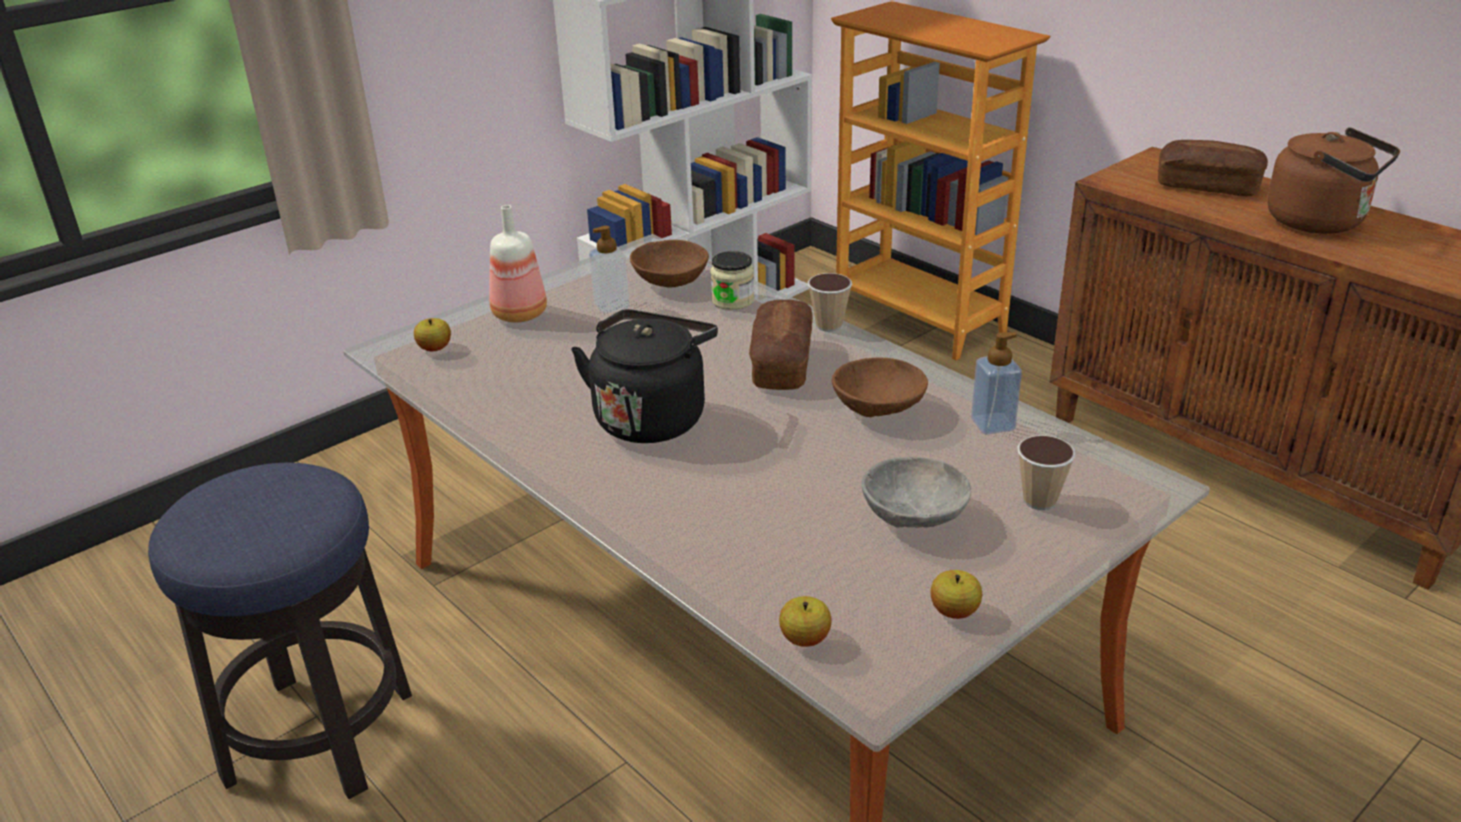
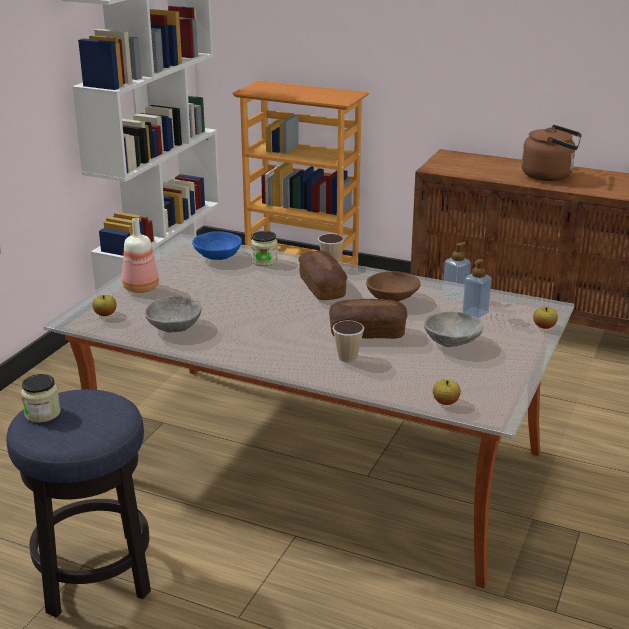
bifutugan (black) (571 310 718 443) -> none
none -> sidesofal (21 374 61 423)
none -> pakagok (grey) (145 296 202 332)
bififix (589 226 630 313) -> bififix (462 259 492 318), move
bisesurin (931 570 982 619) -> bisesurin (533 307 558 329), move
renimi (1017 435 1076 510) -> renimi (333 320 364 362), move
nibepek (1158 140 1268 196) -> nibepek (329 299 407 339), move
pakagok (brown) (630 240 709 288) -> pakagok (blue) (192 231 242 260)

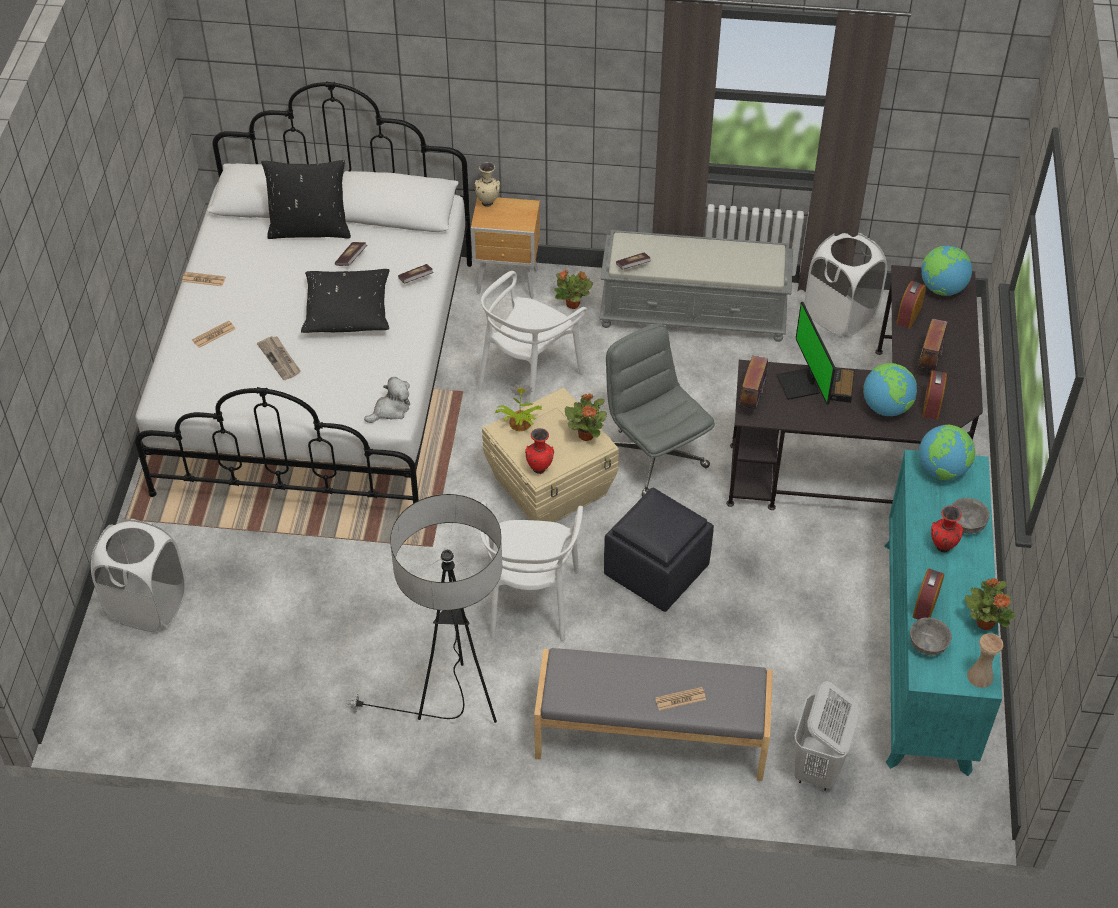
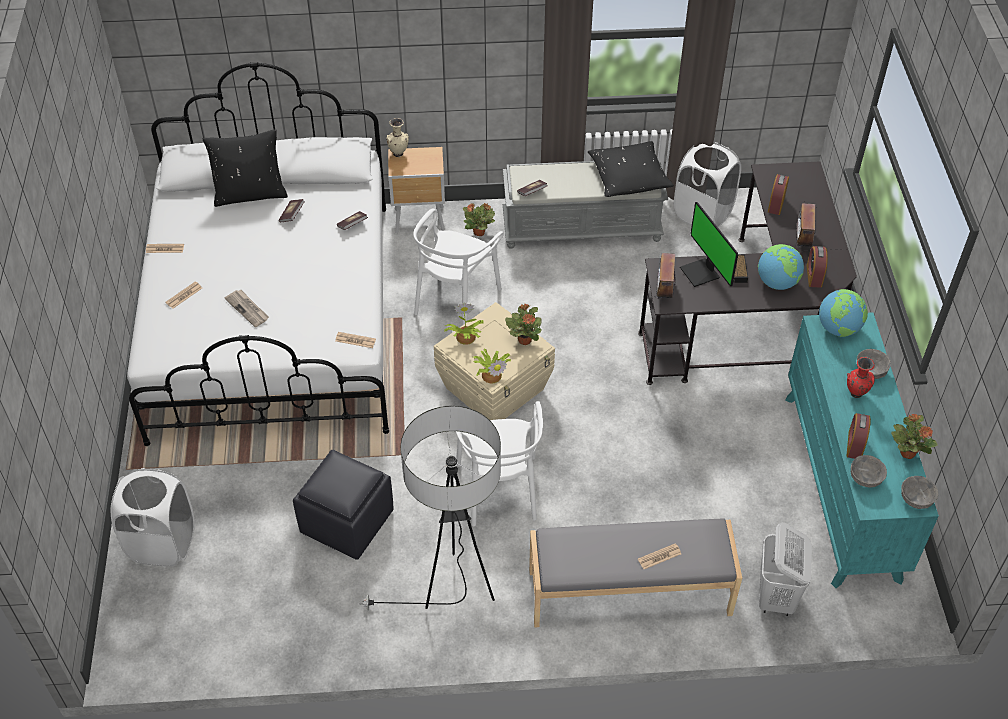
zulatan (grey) (606 323 715 497) -> none
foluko (921 246 972 296) -> none
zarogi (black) (301 269 389 333) -> zarogi (black) (588 141 674 197), move
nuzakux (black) (604 488 714 612) -> nuzakux (black) (293 450 394 560), move
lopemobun (364 377 410 423) -> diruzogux (336 332 376 348)
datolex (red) (525 428 554 474) -> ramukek (473 349 512 383)
datolex (beige) (967 633 1003 688) -> pakagok (grey) (901 476 938 509)

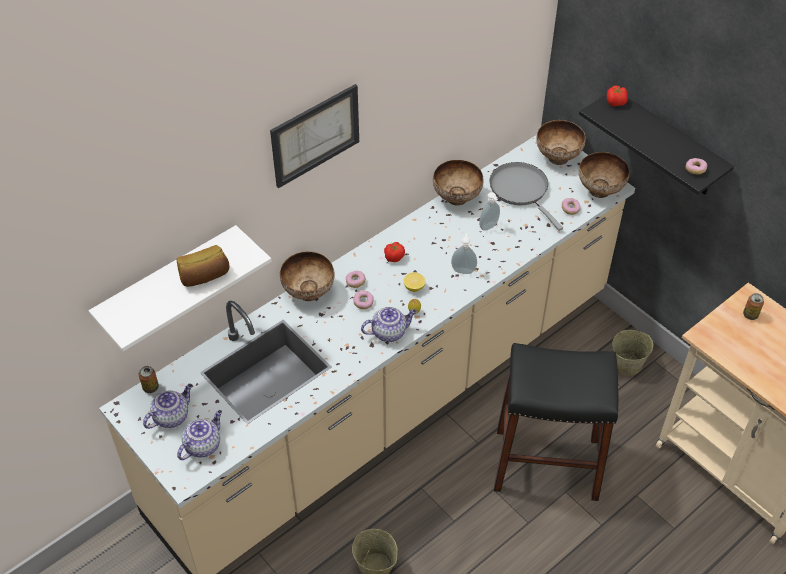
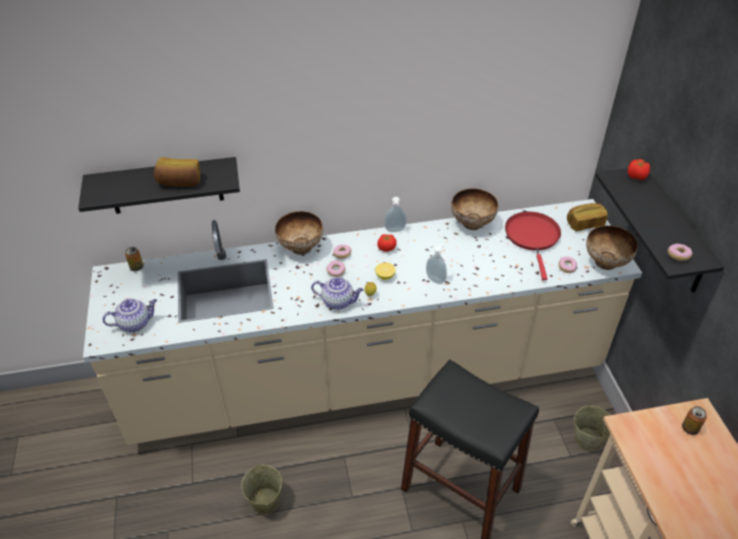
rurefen (143 384 192 429) -> none
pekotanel (270 84 359 188) -> none
bififix (479 192 500 231) -> bififix (384 197 407 232), move
pakagok (536 120 586 165) -> nibepek (567 203 608 231)
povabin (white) (89 225 272 352) -> povabin (black) (78 157 240 214)
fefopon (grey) (490 162 563 231) -> fefopon (red) (505 212 561 280)

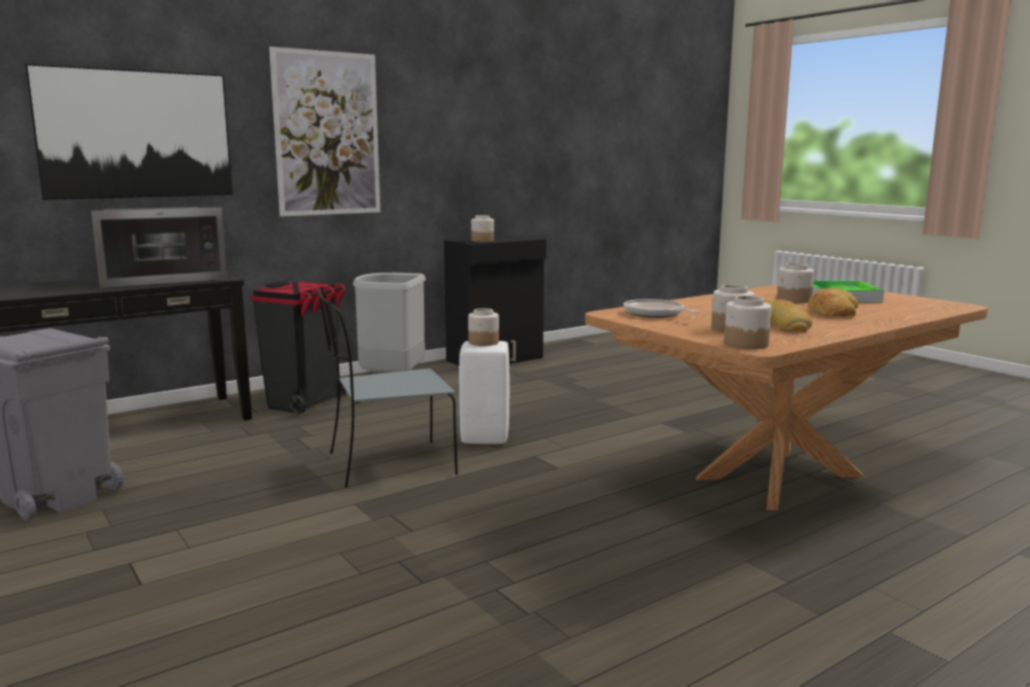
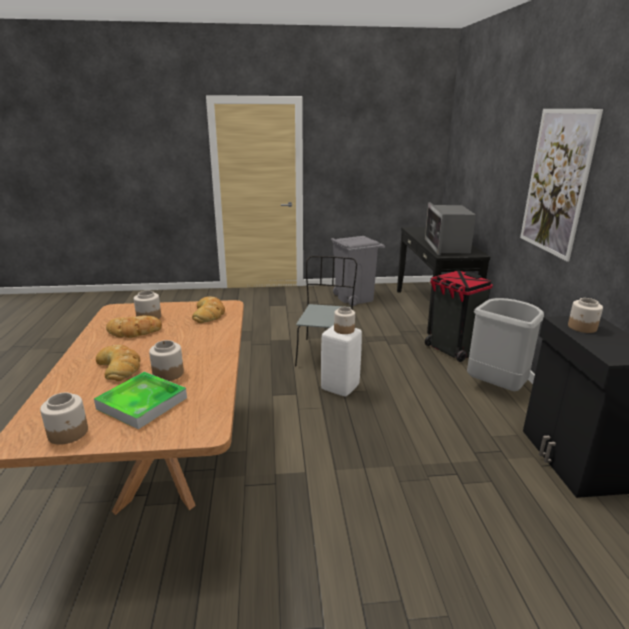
pekotanel (25 64 233 200) -> none
sidesofal (724 296 772 349) -> sidesofal (40 393 88 445), move
fefopon (624 299 699 318) -> nibepek (192 297 225 323)

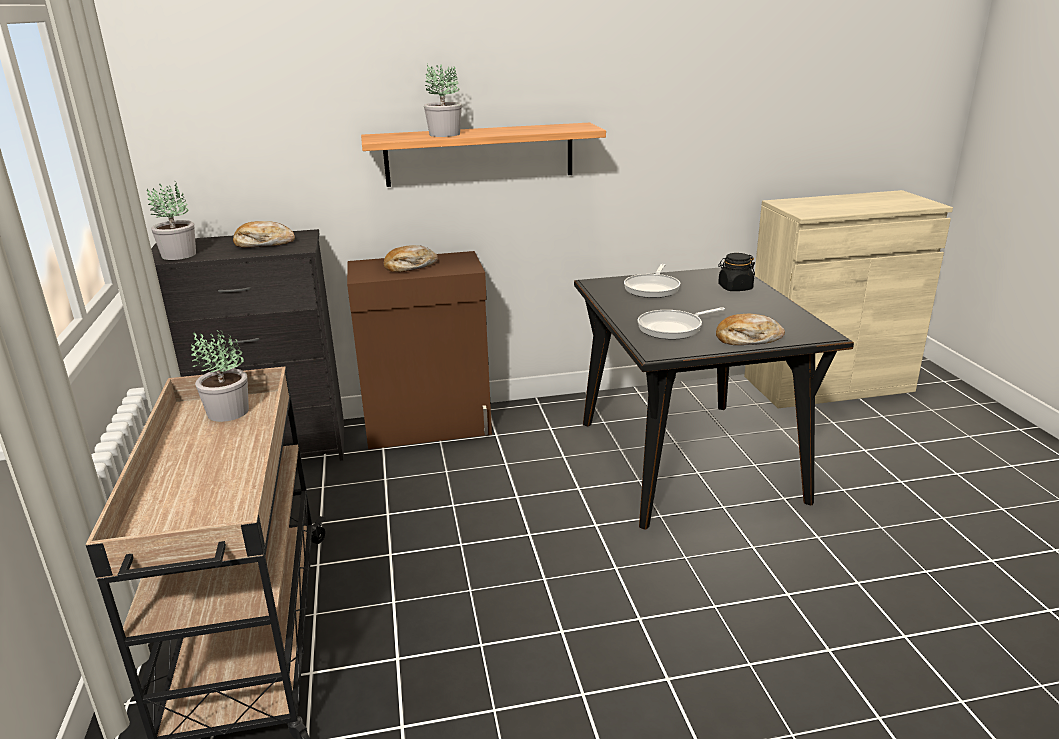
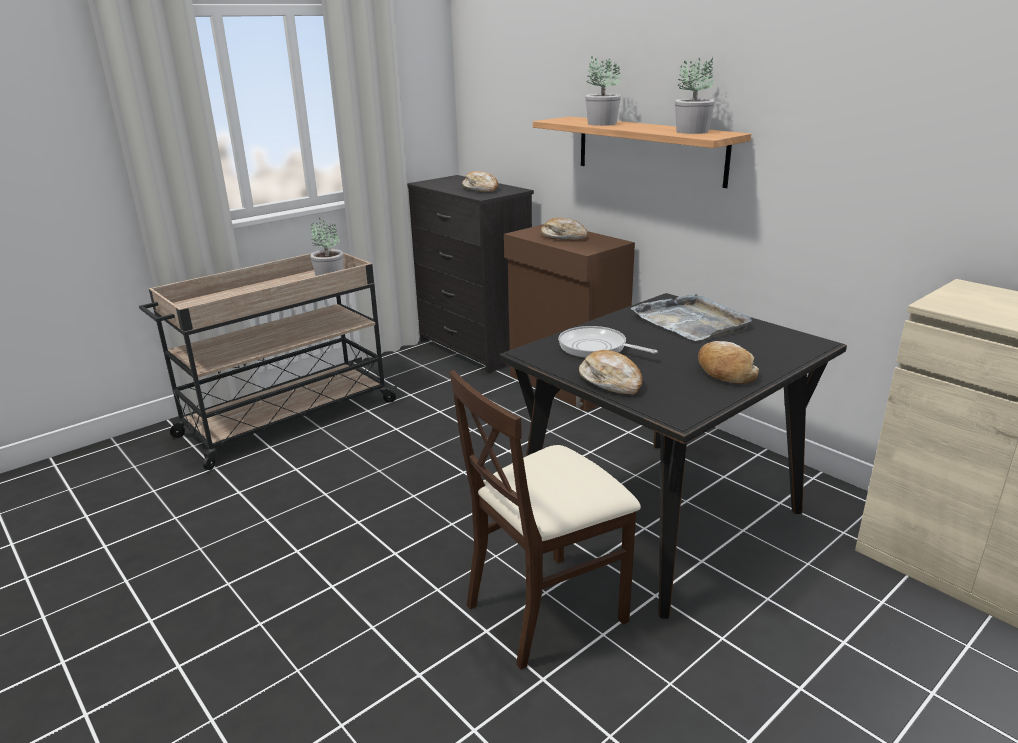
sidesofal (black) (718 253 755 291) -> none
none -> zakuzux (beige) (449 370 641 670)
none -> nibepek (698 341 759 384)
ramukek (147 181 196 260) -> ramukek (675 57 715 134), move
fefopon (624 264 680 298) -> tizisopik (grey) (631 293 752 341)

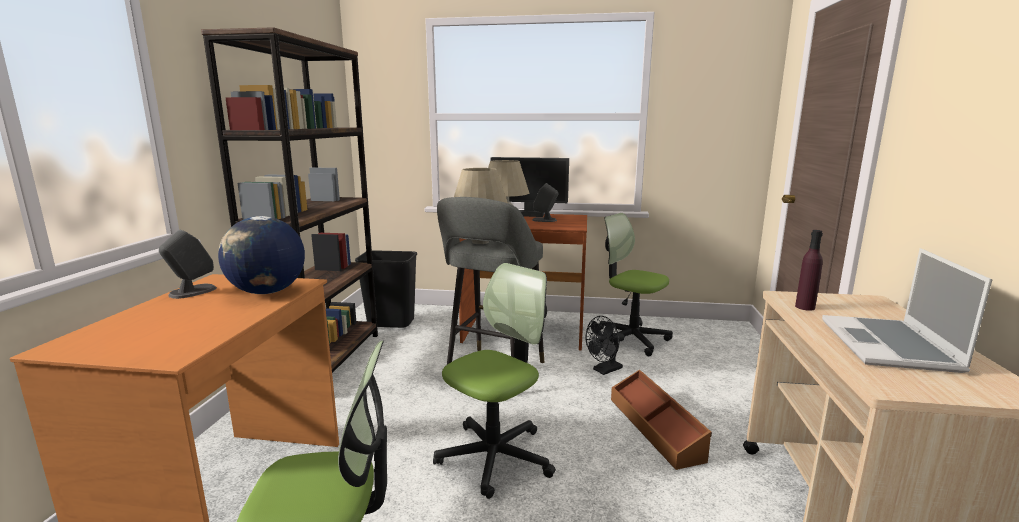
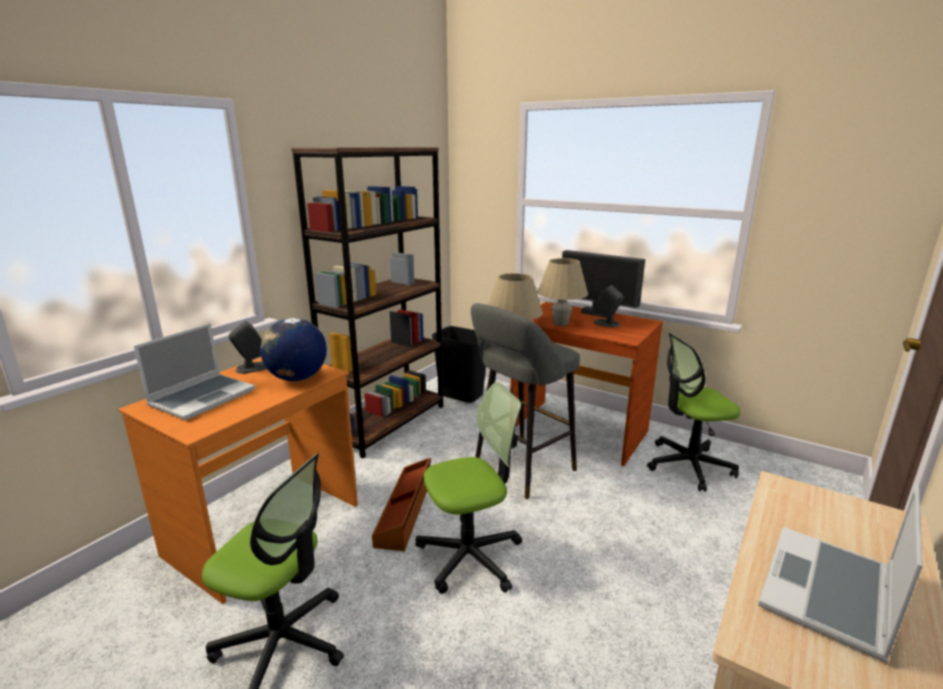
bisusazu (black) (585 316 625 375) -> none
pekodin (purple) (795 230 823 311) -> none
none -> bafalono (134 323 255 420)
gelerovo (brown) (611 370 712 470) -> gelerovo (brown) (372 458 431 551), move
zulatan (599 213 673 356) -> zulatan (647 333 741 492), 75 degrees counterclockwise

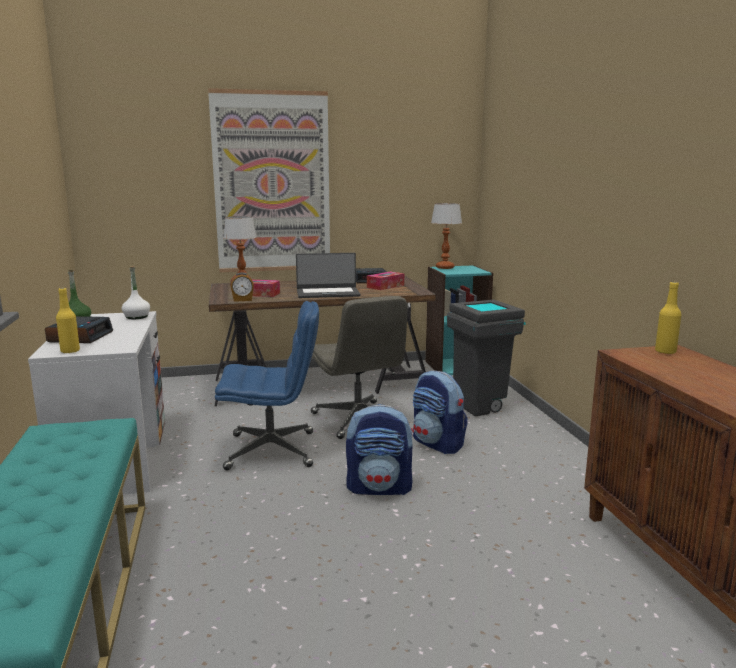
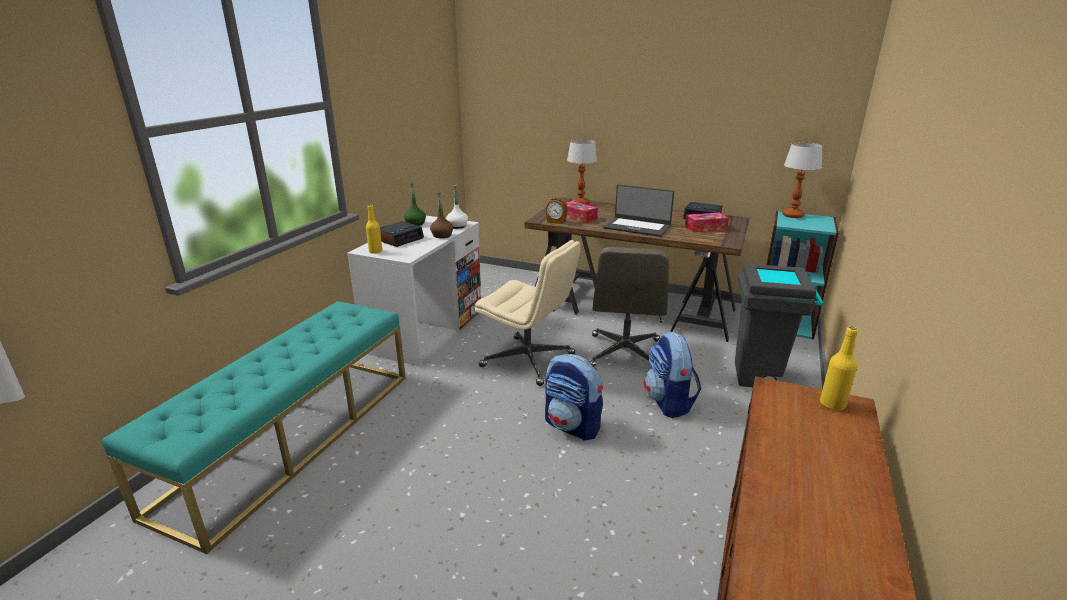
pekotanel (208 88 330 272) -> none
none -> pekodin (brown) (430 193 453 238)
zulatan (blue) (215 301 319 470) -> zulatan (beige) (475 240 581 386)

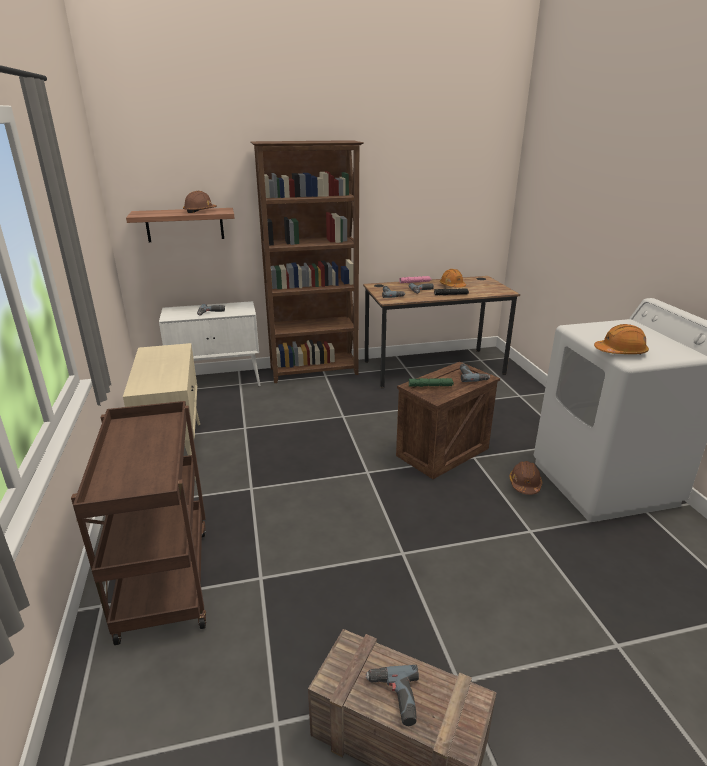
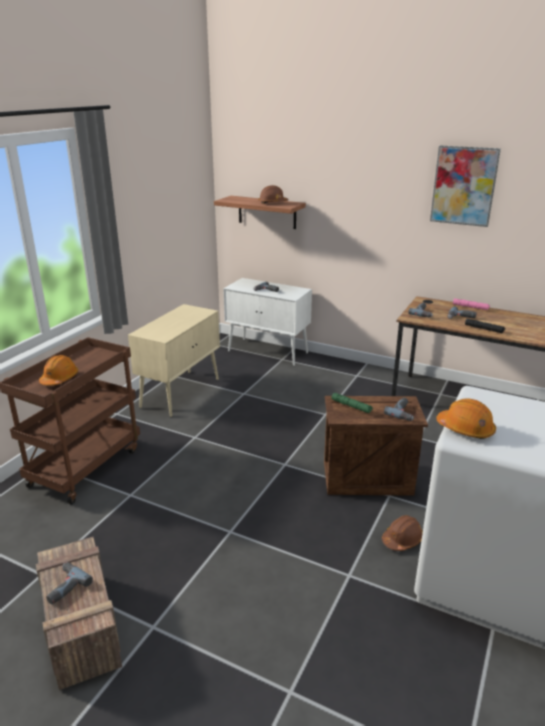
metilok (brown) (251 140 364 383) -> none
none -> pekotanel (430 146 501 227)
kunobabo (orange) (440 269 466 288) -> kunobabo (orange) (39 355 78 386), move

